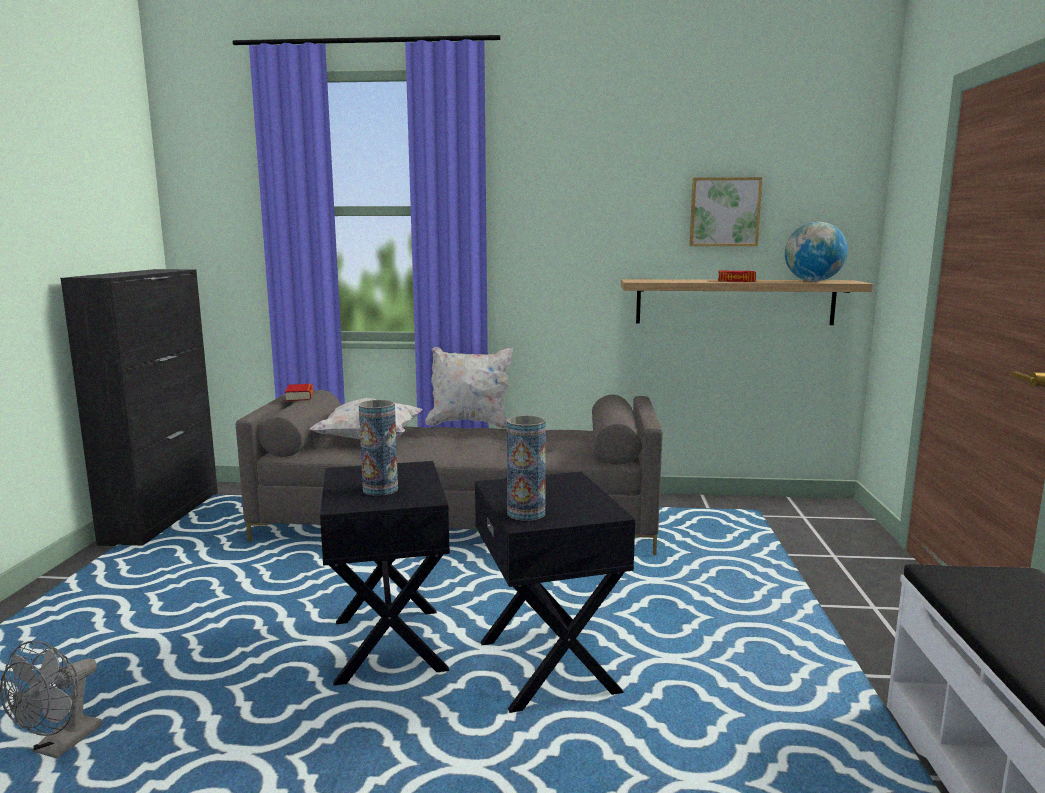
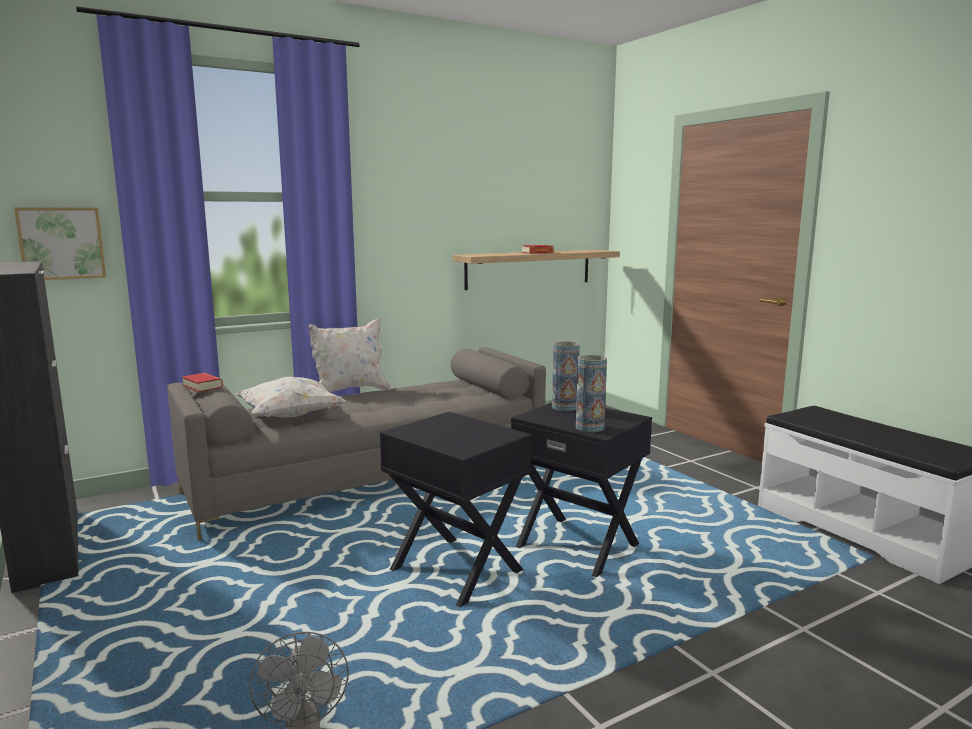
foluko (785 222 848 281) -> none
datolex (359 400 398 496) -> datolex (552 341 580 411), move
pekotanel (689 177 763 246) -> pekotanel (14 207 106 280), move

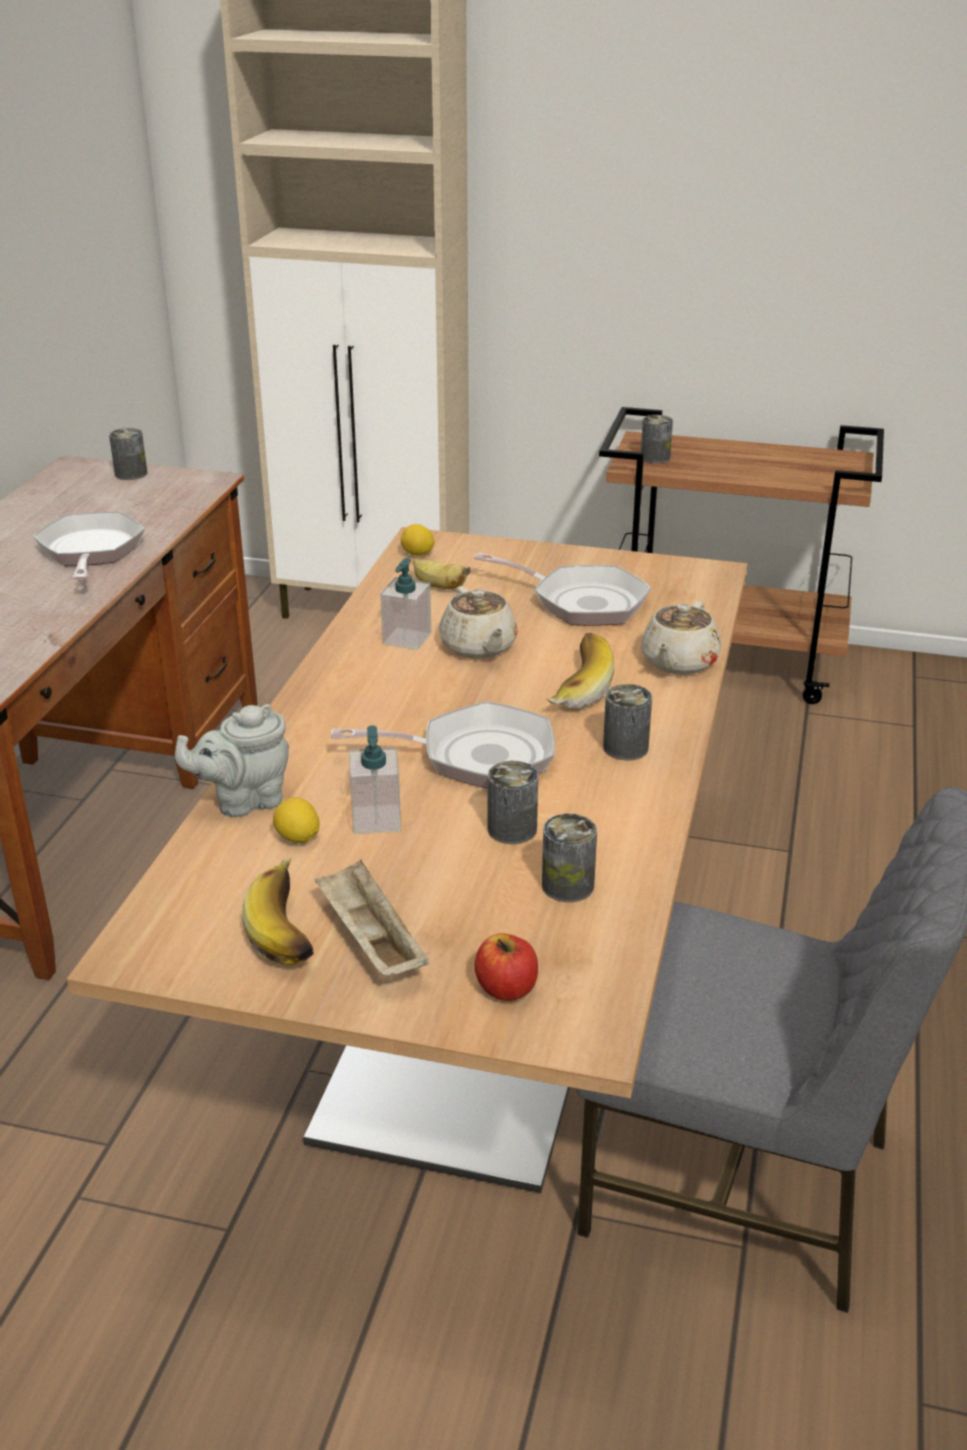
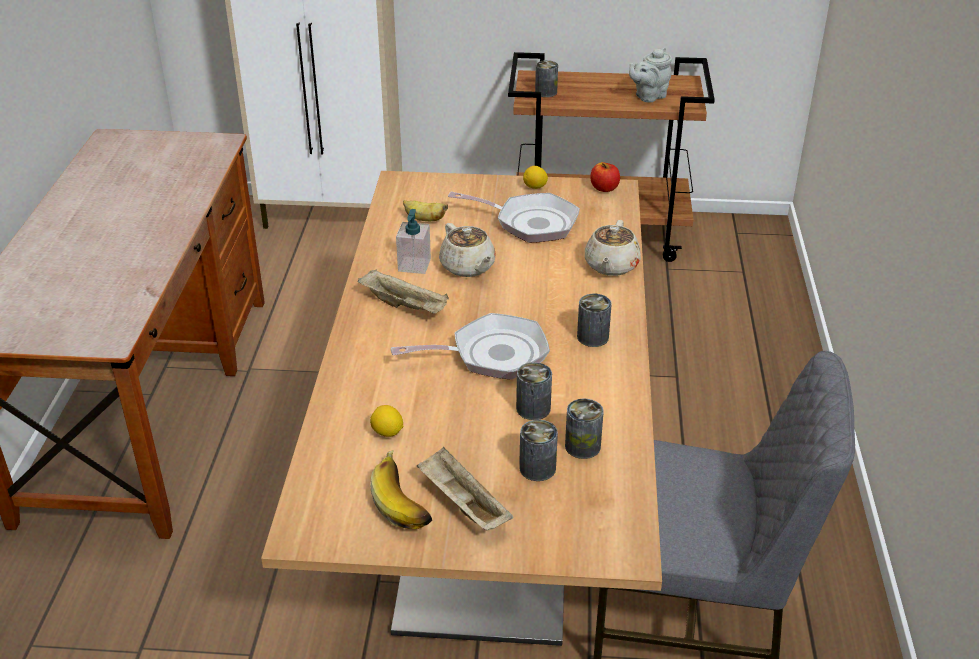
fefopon (33 511 145 580) -> none
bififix (349 725 401 834) -> none
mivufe (547 633 614 709) -> none
none -> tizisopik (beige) (358 269 449 314)
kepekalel (109 428 147 480) -> kepekalel (519 420 558 481), move
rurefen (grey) (175 704 289 817) -> rurefen (grey) (629 47 672 103), move
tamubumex (401 524 435 556) -> tamubumex (523 166 548 189), move
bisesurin (475 933 538 1001) -> bisesurin (590 162 620 192), move

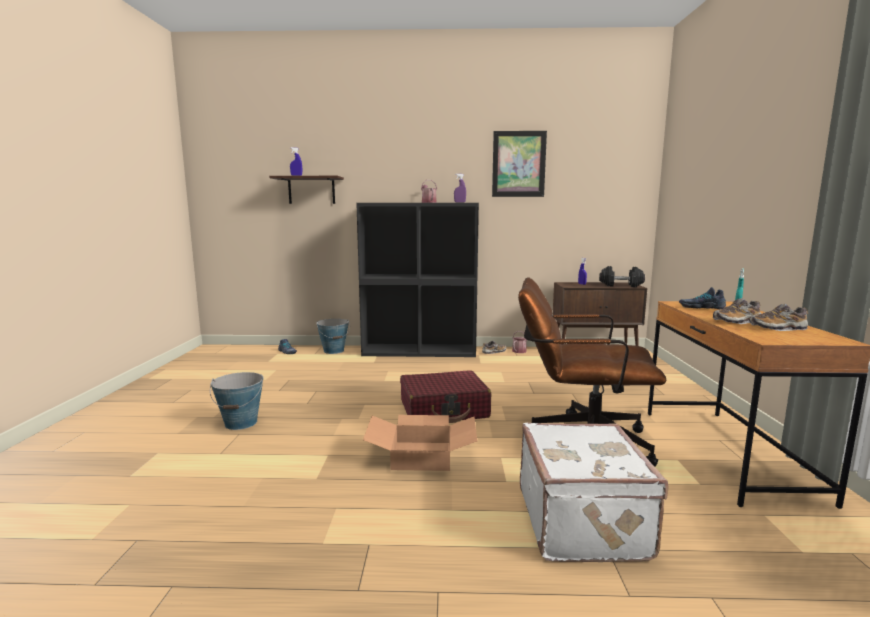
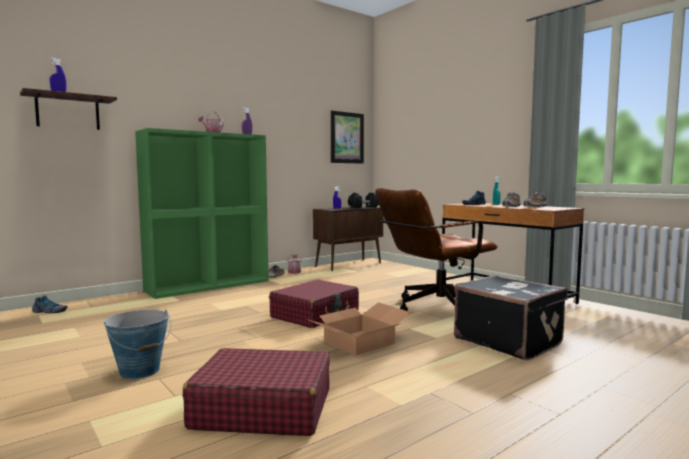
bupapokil (316 319 350 354) -> none
none -> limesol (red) (183 348 330 436)
pekotanel (492 131 547 197) -> pekotanel (331 110 364 164), move
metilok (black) (356 203 479 357) -> metilok (green) (135 128 269 299)
limesol (white) (520 423 668 562) -> limesol (black) (454 275 568 360)

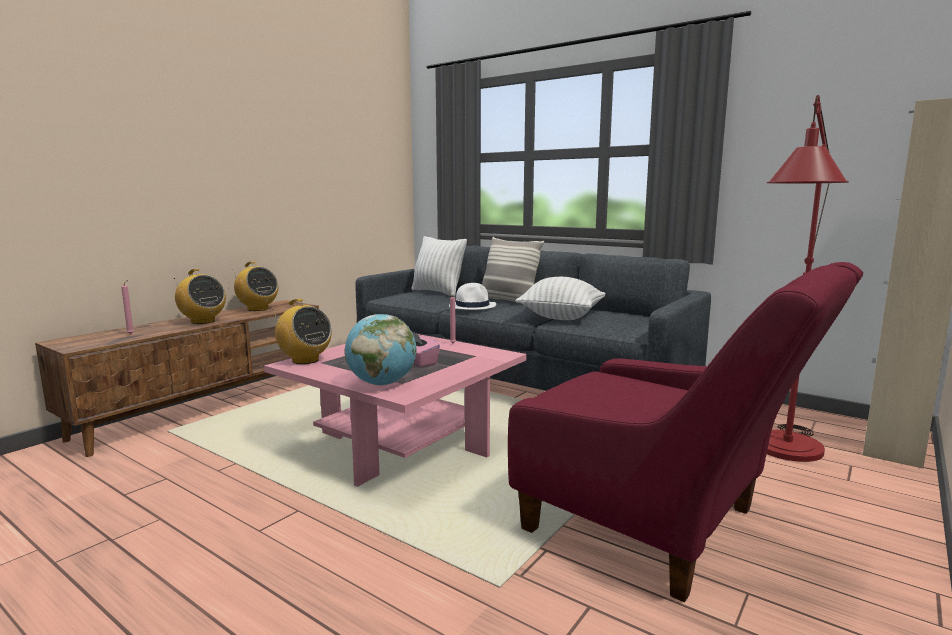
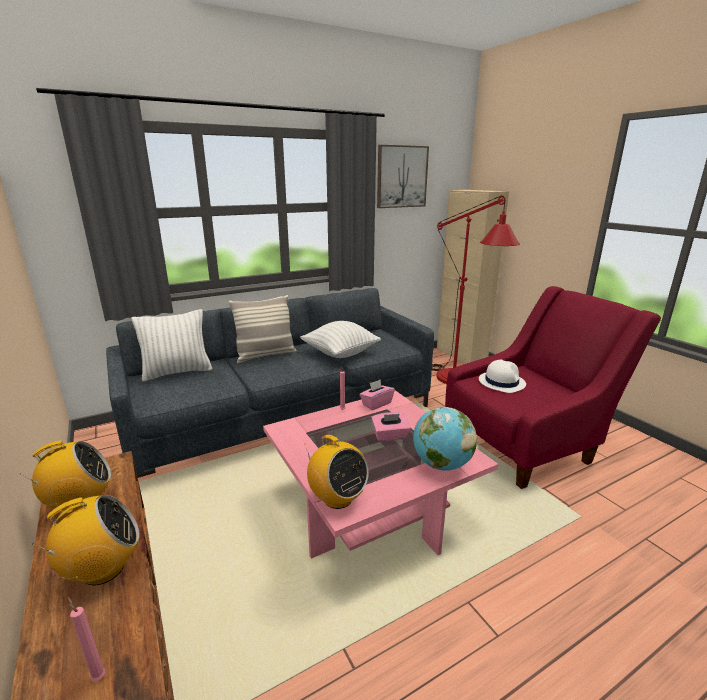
none -> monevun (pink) (360 379 395 410)
none -> pekotanel (377 145 429 208)
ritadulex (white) (449 283 496 310) -> ritadulex (white) (479 360 526 393), move
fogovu (273 299 332 364) -> fogovu (305 435 369 509), 75 degrees clockwise

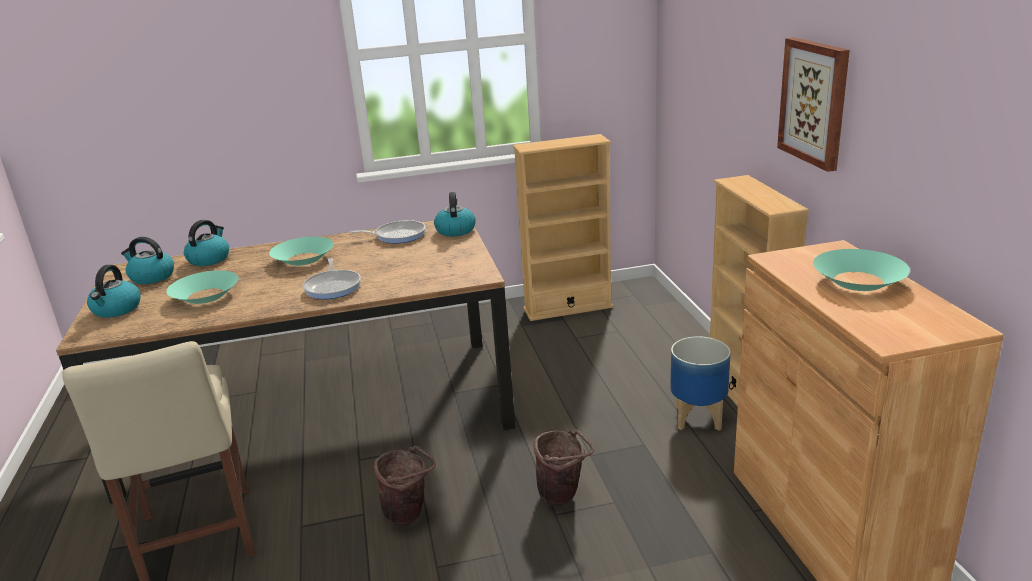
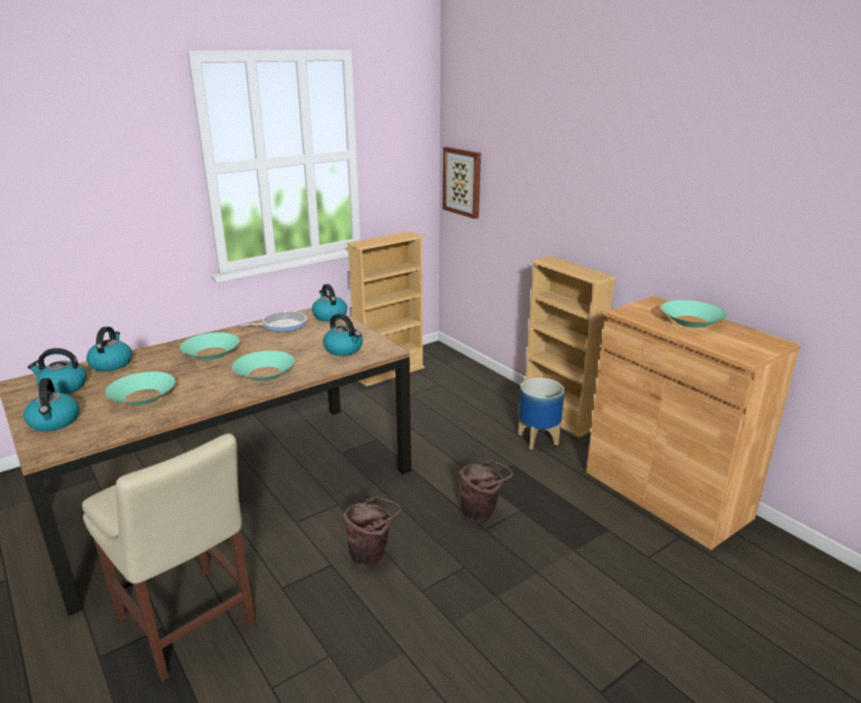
none -> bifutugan (323 313 363 356)
pekotanel (777 37 850 172) -> pekotanel (443 147 481 219), move
fefopon (302 258 361 299) -> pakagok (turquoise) (232 351 295 381)

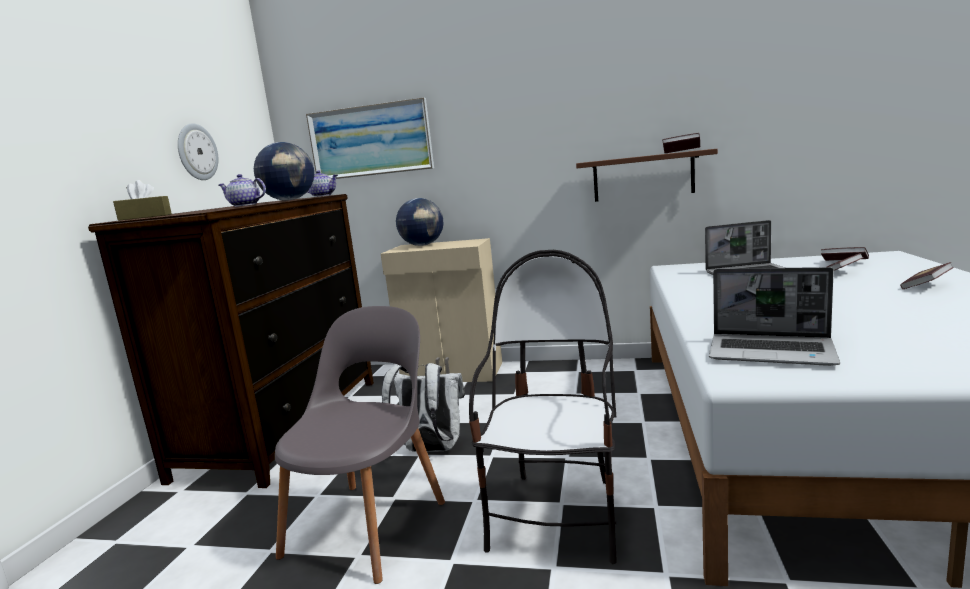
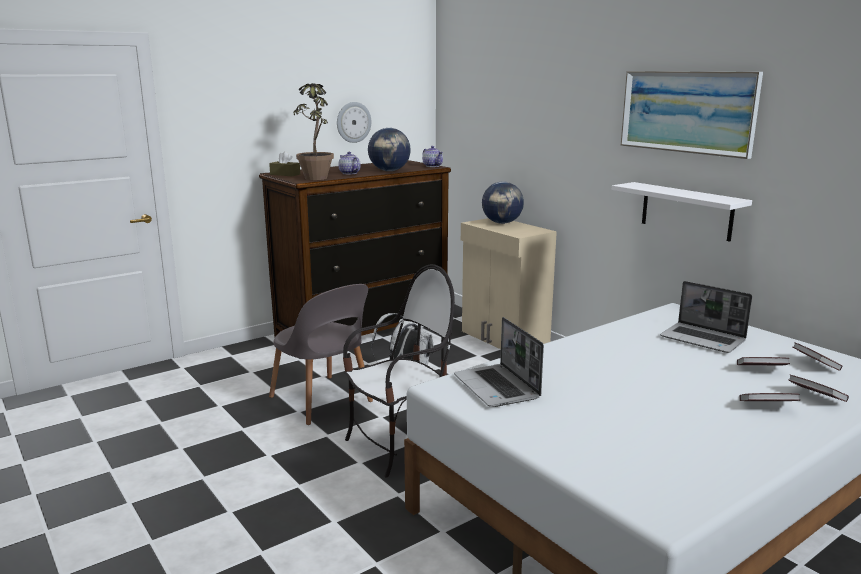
none -> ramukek (293 83 334 180)
pekotanel (306 97 434 179) -> pekotanel (621 71 763 159), move
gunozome (662 133 700 154) -> gunozome (788 375 849 402), move
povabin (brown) (576 149 718 202) -> povabin (white) (612 182 752 242)
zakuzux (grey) (275 306 445 584) -> zakuzux (grey) (269 284 373 425), 75 degrees clockwise

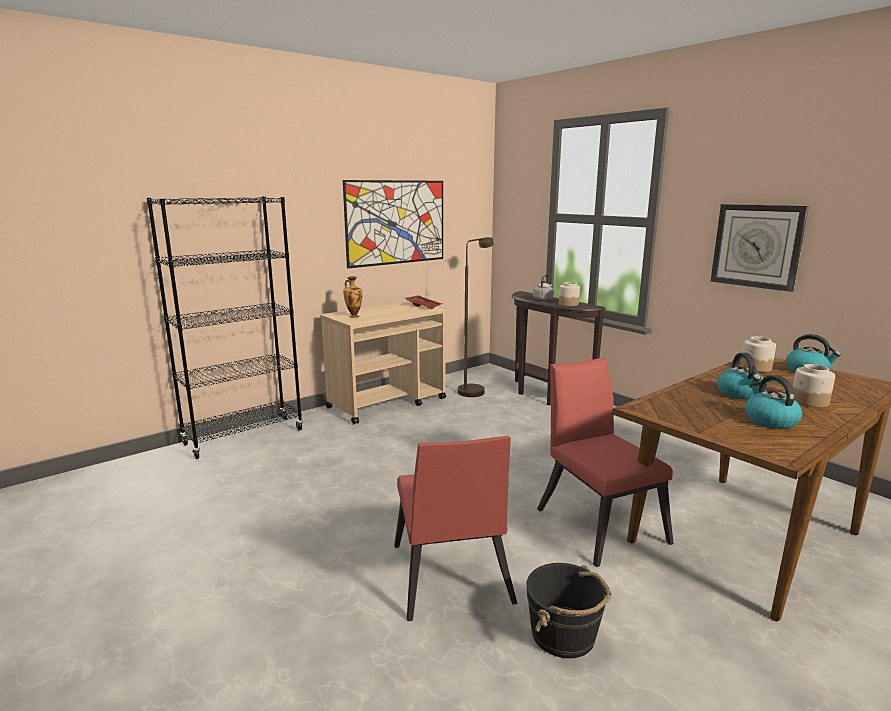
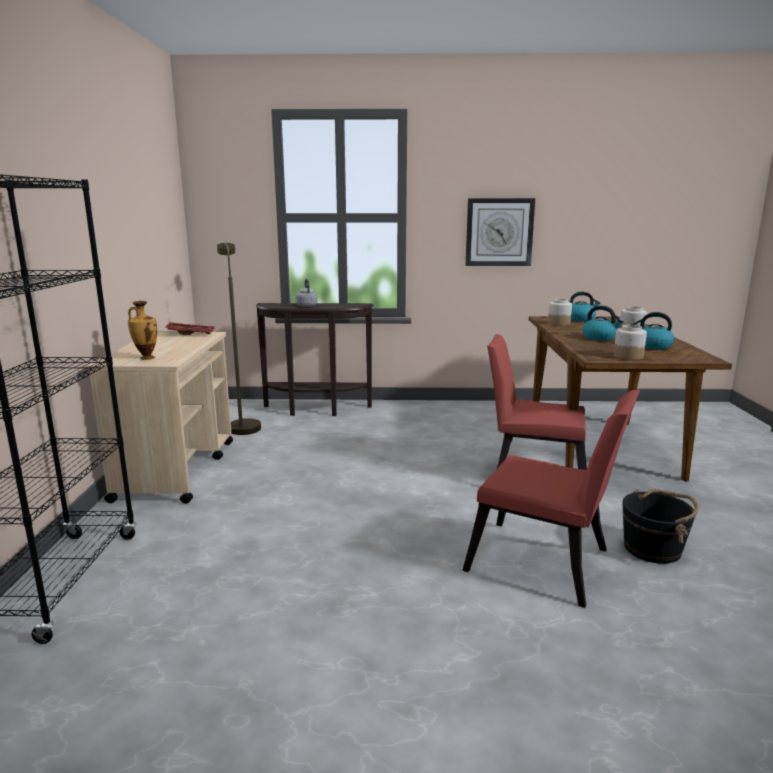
pekotanel (343 180 443 268) -> none
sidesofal (559 282 580 306) -> sidesofal (614 325 647 360), move

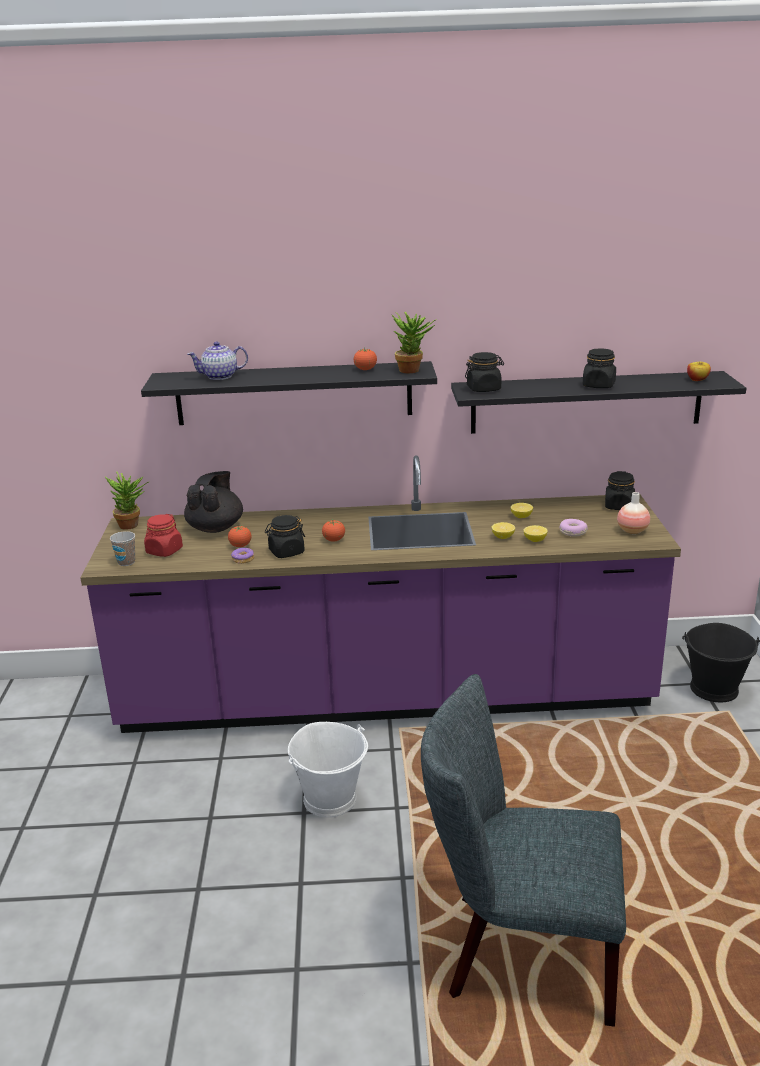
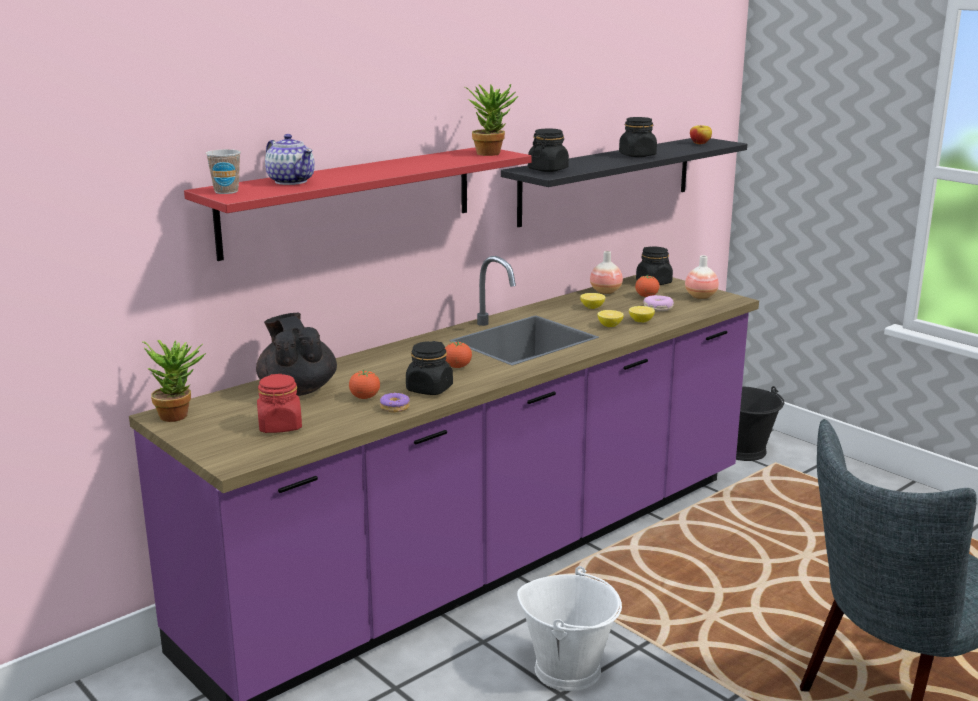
none -> datolex (590 251 623 294)
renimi (110 531 135 566) -> renimi (206 149 241 194), move
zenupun (354 348 377 370) -> zenupun (635 275 660 297), move
povabin (black) (141 361 437 425) -> povabin (red) (184 147 532 261)
rurefen (188 342 248 380) -> rurefen (265 134 315 185), 75 degrees counterclockwise

